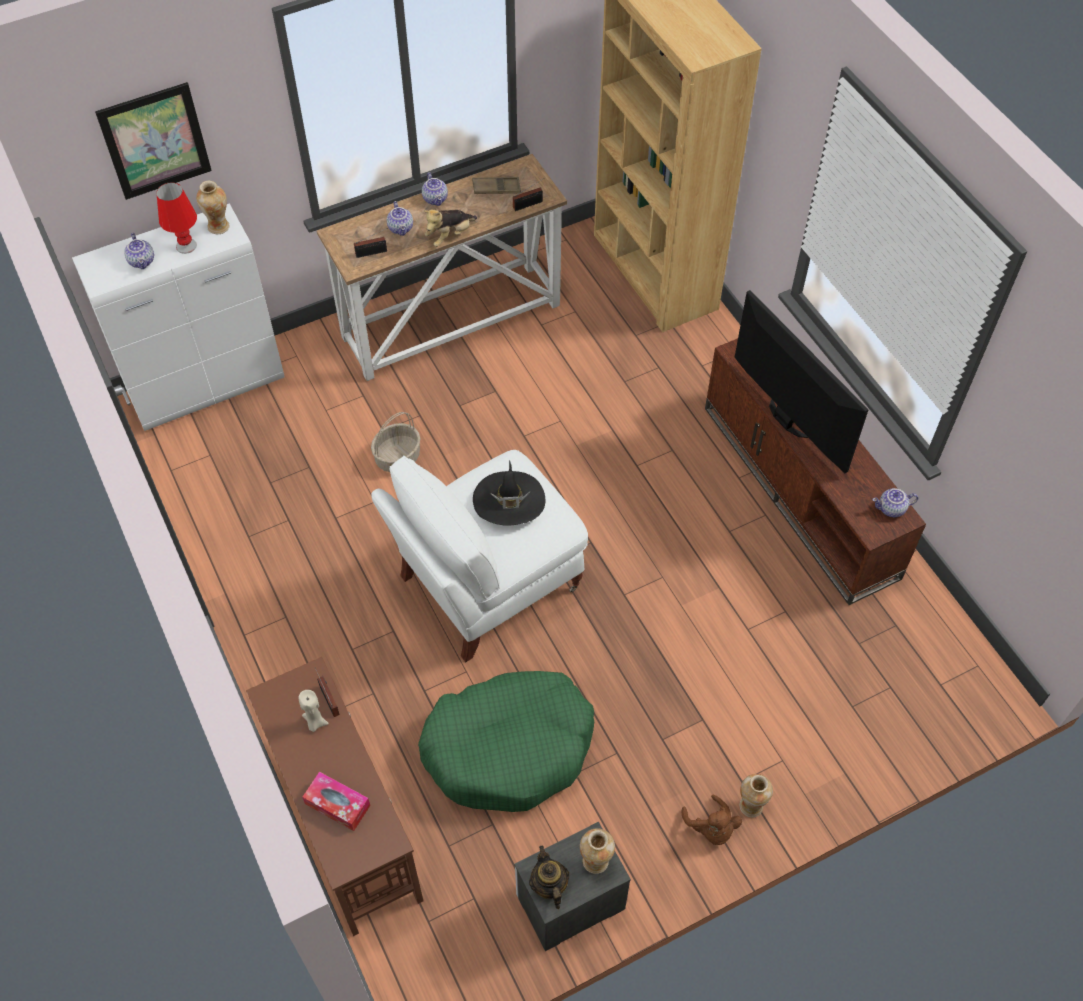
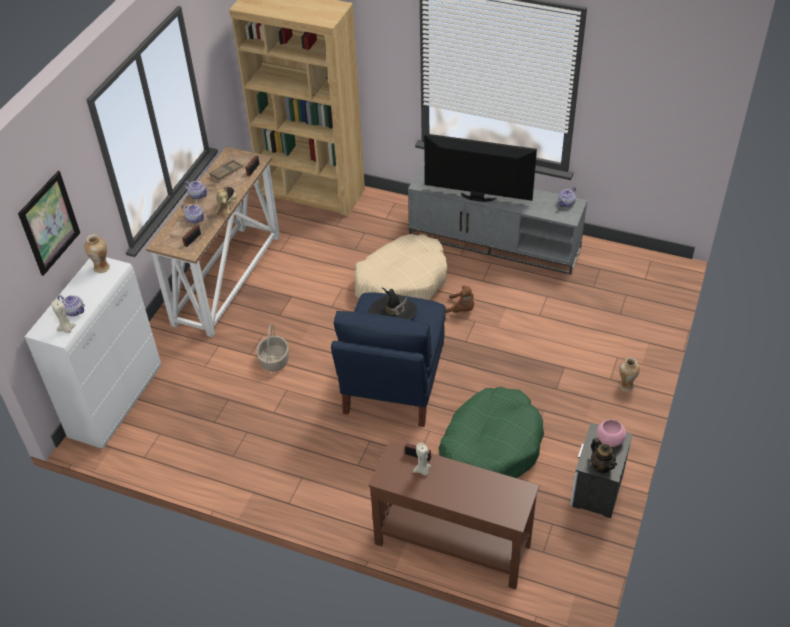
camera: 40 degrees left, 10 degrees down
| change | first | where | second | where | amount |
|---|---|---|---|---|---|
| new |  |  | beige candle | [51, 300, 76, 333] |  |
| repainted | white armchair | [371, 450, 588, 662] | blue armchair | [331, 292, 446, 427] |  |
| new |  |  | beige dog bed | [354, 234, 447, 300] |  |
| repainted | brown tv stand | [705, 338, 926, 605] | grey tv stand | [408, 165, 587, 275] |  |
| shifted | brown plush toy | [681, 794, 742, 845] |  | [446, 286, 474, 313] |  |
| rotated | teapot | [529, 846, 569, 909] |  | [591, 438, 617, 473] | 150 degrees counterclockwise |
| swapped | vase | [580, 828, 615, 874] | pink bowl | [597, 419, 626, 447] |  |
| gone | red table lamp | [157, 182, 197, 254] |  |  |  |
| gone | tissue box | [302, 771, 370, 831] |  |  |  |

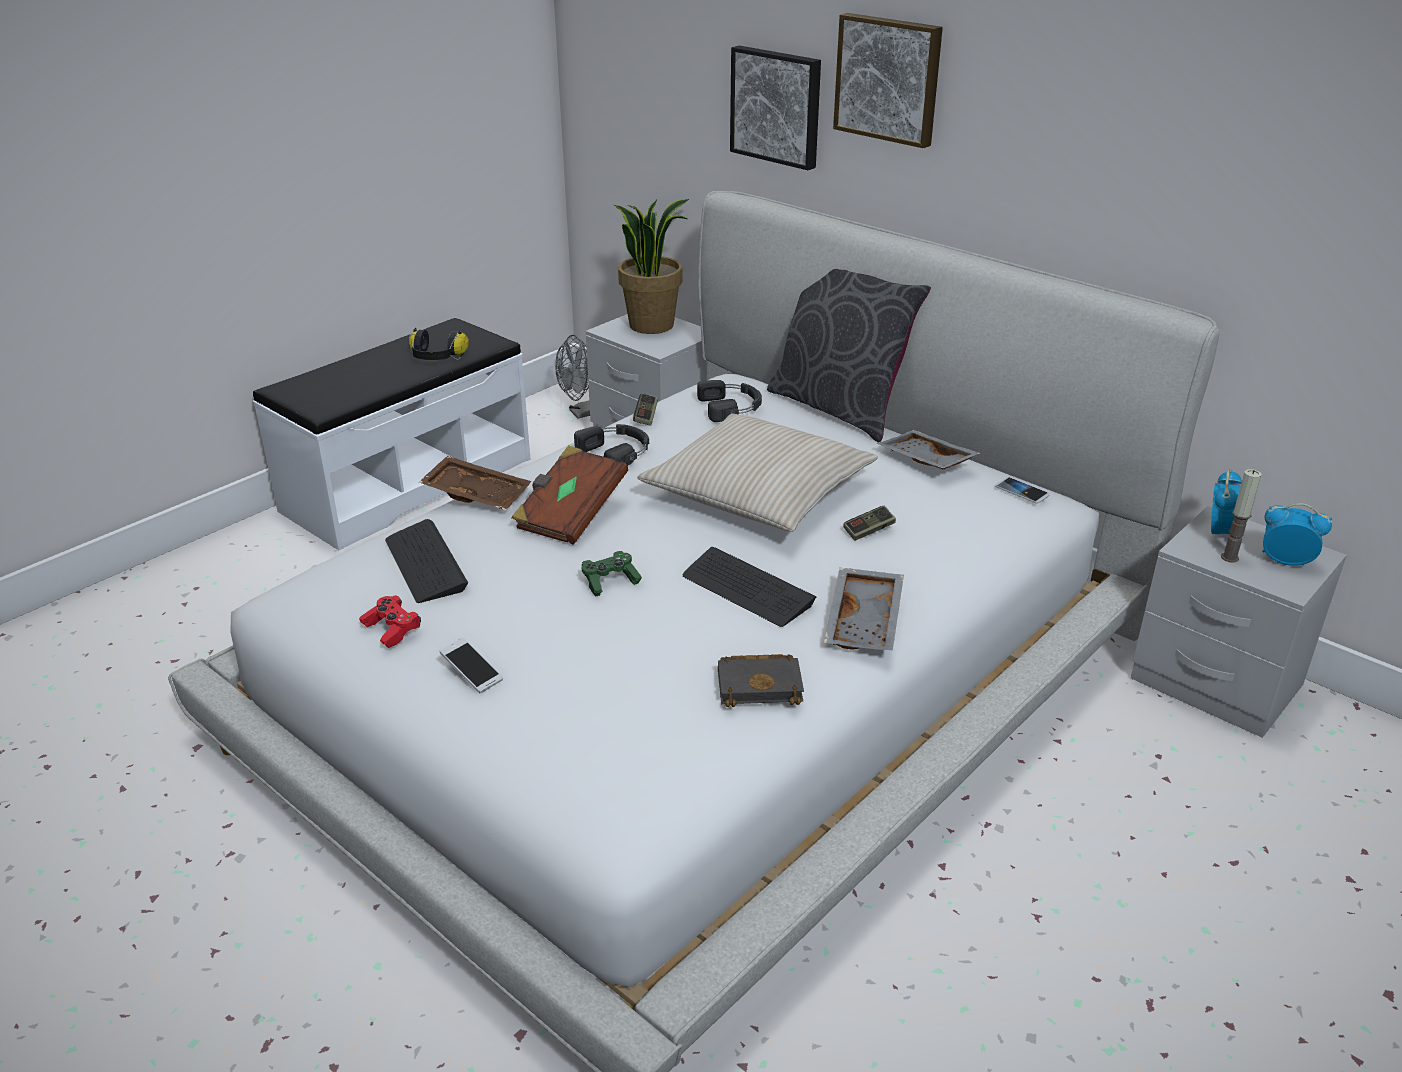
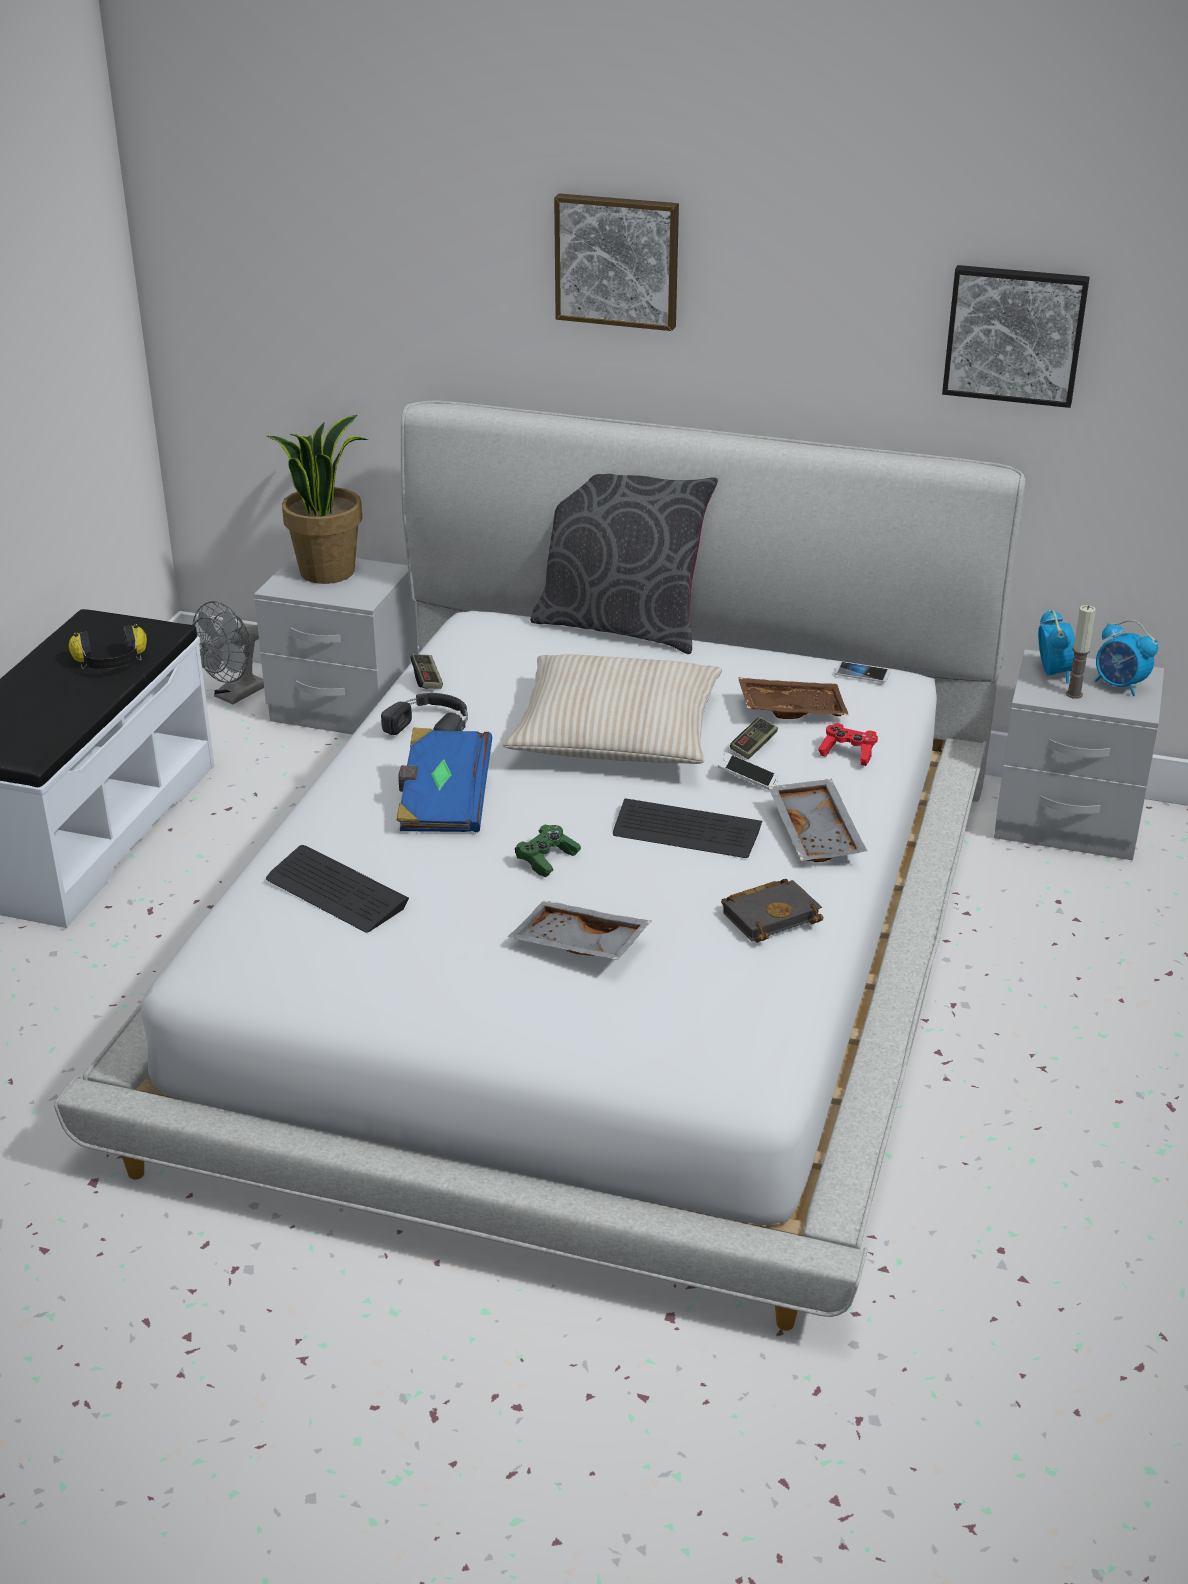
camera: 25 degrees left, 0 degrees up
| change | first | where | second | where | amount |
|---|---|---|---|---|---|
| repainted | brown book | [511, 445, 628, 545] | blue book | [396, 728, 492, 832] |  |
| shifted | grey tray | [876, 430, 980, 469] |  | [507, 901, 651, 960] |  |
| shifted | phone | [440, 638, 503, 693] |  | [718, 752, 779, 790] |  |
| shifted | brown tray | [419, 456, 532, 510] |  | [738, 677, 849, 719] |  |
| shifted | red game controller | [359, 595, 421, 648] |  | [818, 723, 878, 766] |  |
| shifted | picture | [730, 46, 821, 170] |  | [942, 265, 1090, 408] |  |
| rotated | alarm clock | [1262, 503, 1332, 566] |  | [1095, 620, 1158, 696] | 135 degrees counterclockwise |
| gone | black headphones | [697, 380, 762, 422] |  |  |  |

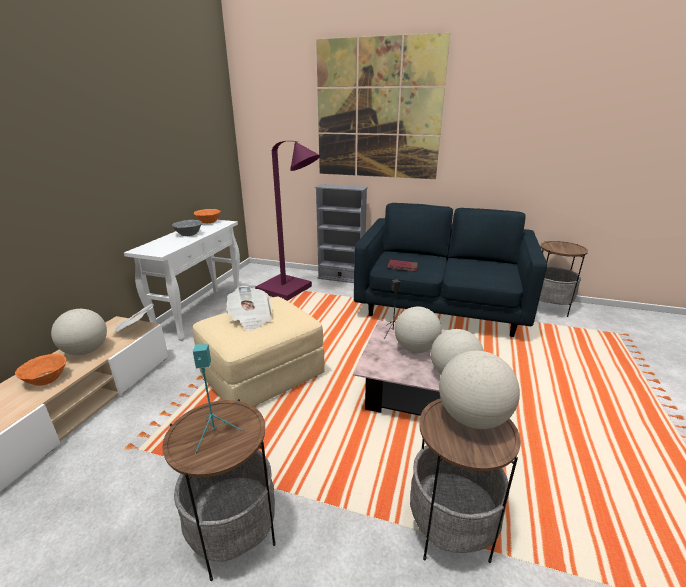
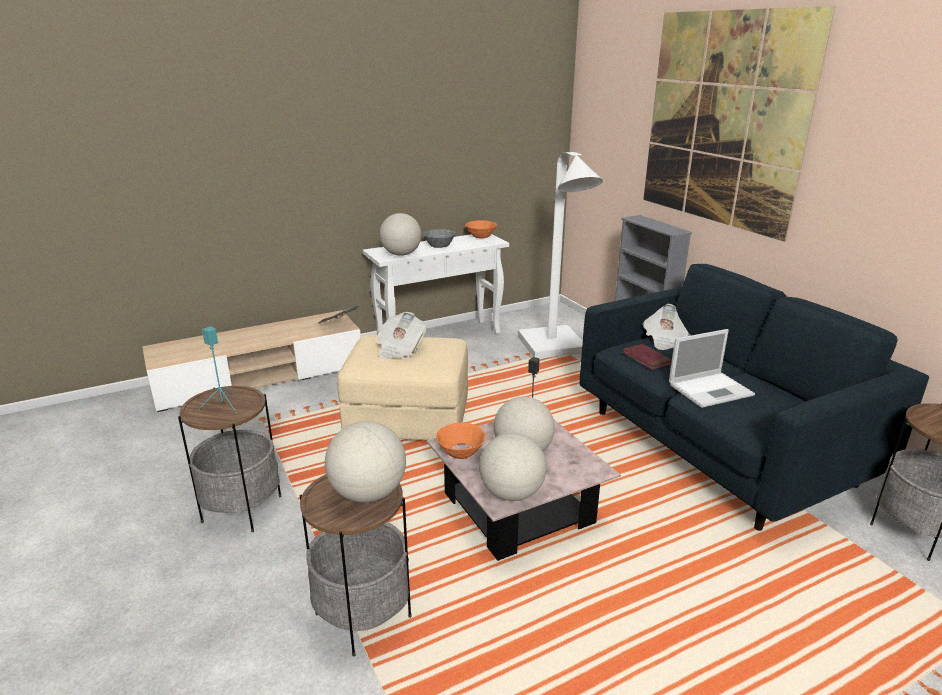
camera: 45 degrees right, 0 degrees up
| change | first | where | second | where | amount |
|---|---|---|---|---|---|
| shifted | globe | [51, 309, 107, 355] |  | [380, 213, 421, 256] |  |
| shifted | orange bowl | [15, 354, 66, 386] |  | [436, 422, 486, 459] |  |
| repainted | purple floor lamp | [255, 141, 320, 301] | white floor lamp | [518, 152, 603, 358] |  |
| new |  |  | newspaper | [643, 304, 691, 350] |  |
| new |  |  | laptop | [669, 329, 755, 408] |  |

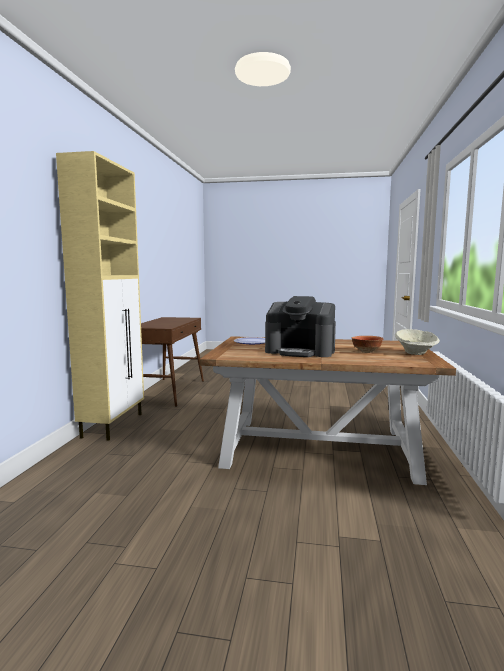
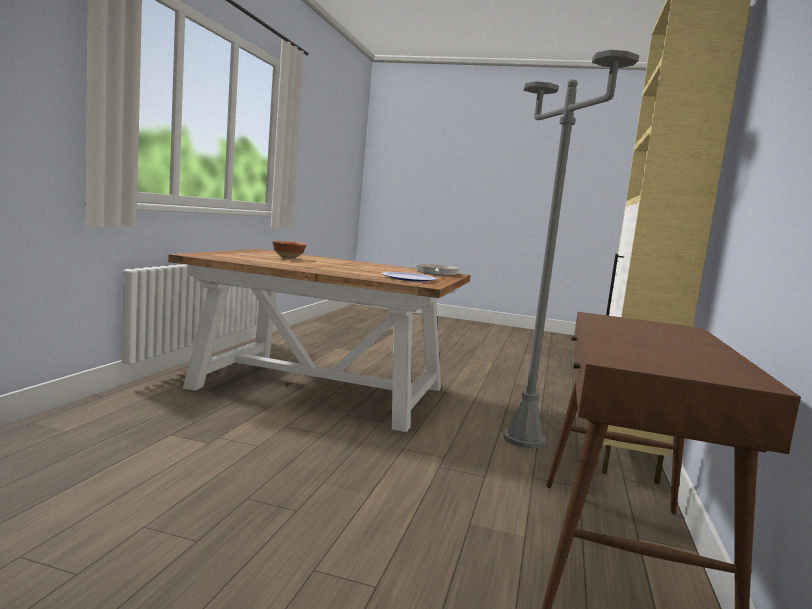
camera: 175 degrees left, 0 degrees up
| change | first | where | second | where | amount |
|---|---|---|---|---|---|
| new |  |  | frying pan | [415, 263, 460, 276] |  |
| new |  |  | grey floor lamp | [503, 50, 639, 449] |  |
| gone | coffee machine | [265, 296, 336, 357] |  |  |  |
| gone | beige bowl | [395, 329, 440, 355] |  |  |  |

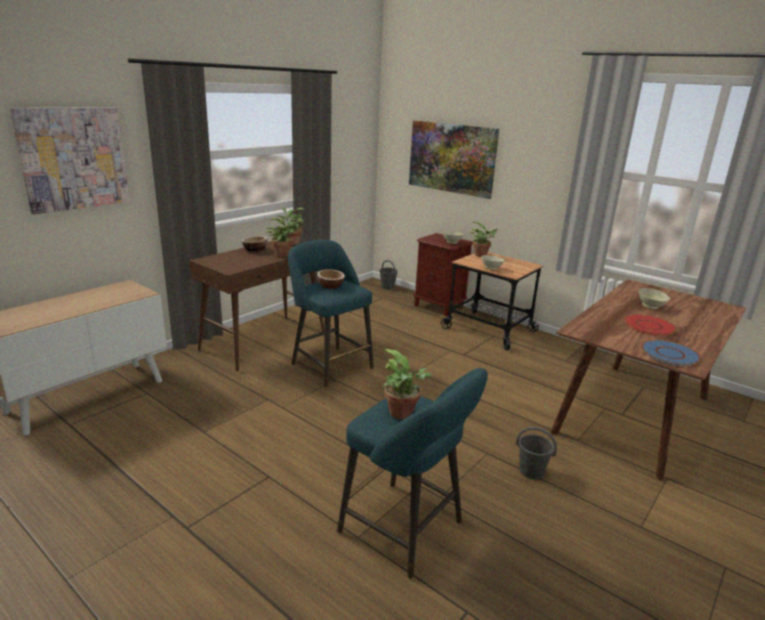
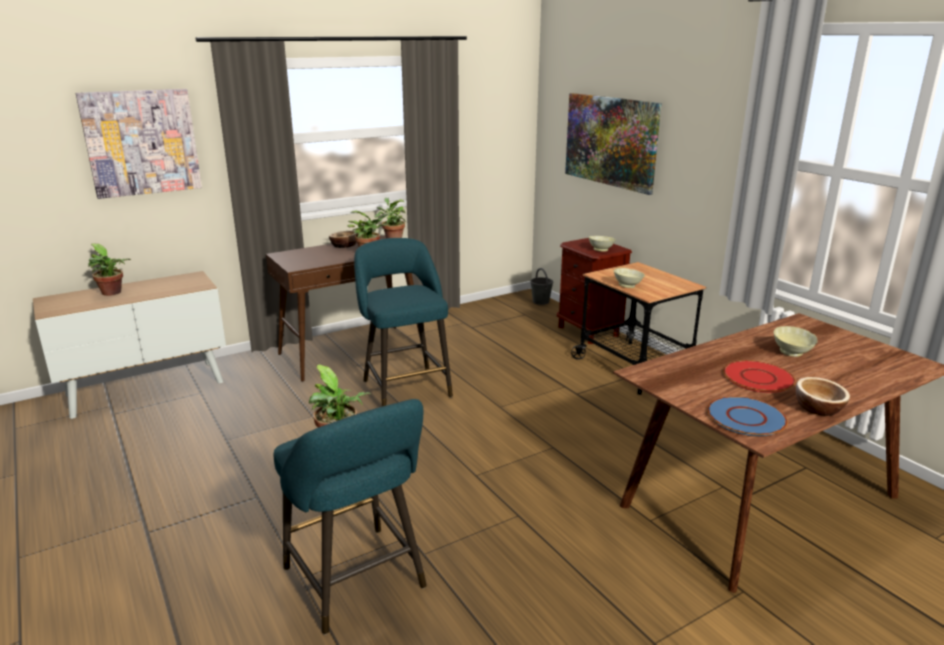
camera: 20 degrees right, 0 degrees up
| change | first | where | second | where | amount |
|---|---|---|---|---|---|
| shifted | potted plant | [470, 222, 500, 257] |  | [88, 243, 131, 296] |  |
| shifted | bowl | [317, 269, 345, 289] |  | [796, 377, 850, 416] |  |
| gone | grey bucket | [516, 427, 557, 479] |  |  |  |

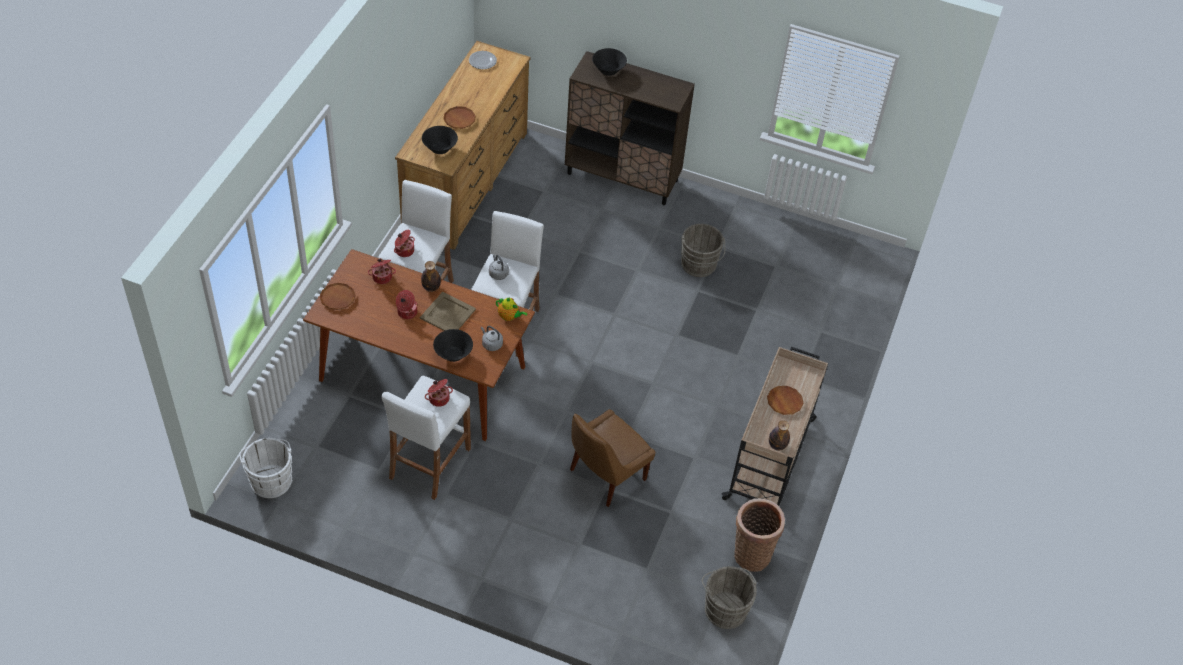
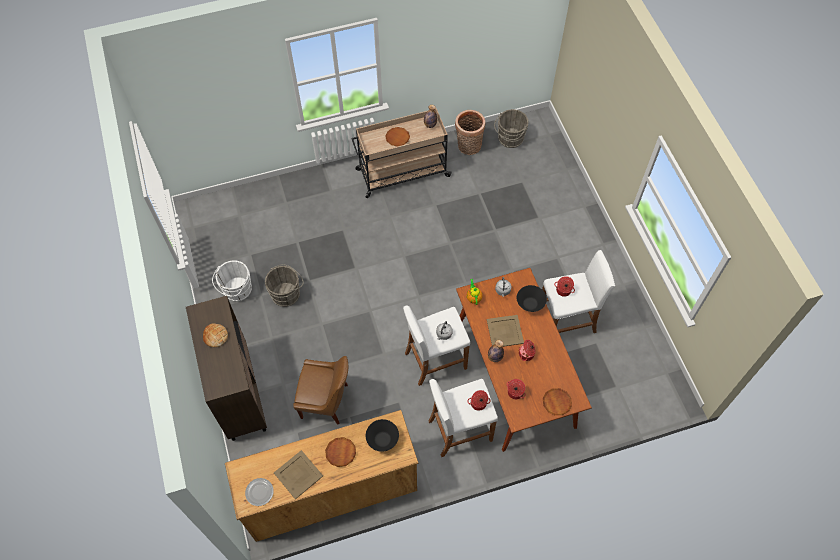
camera: 125 degrees left, 10 degrees up
| change | first | where | second | where | amount |
|---|---|---|---|---|---|
| new |  |  | bread | [203, 323, 228, 347] |  |
| shifted | white bucket | [239, 438, 293, 498] |  | [212, 260, 252, 301] |  |
| new |  |  | beige tray | [274, 450, 323, 499] |  |
| shifted | brown chair | [570, 409, 656, 507] |  | [293, 356, 348, 425] |  |
| gone | black bowl | [592, 48, 627, 76] |  |  |  |

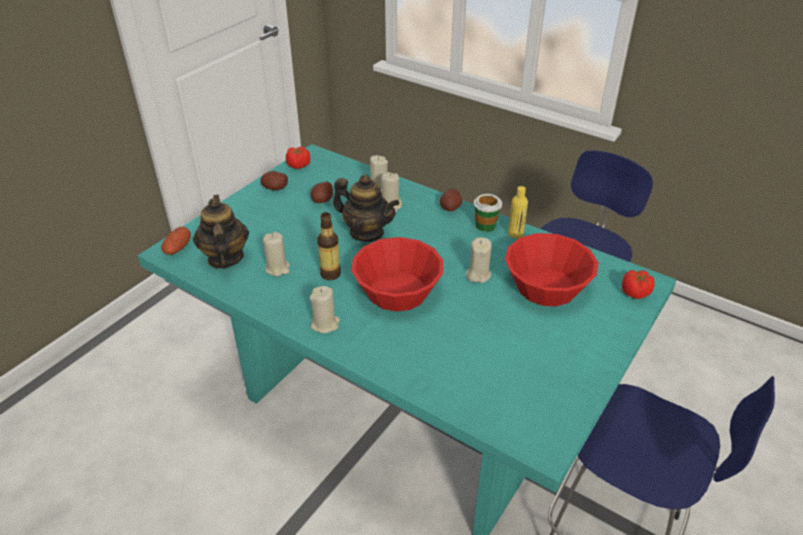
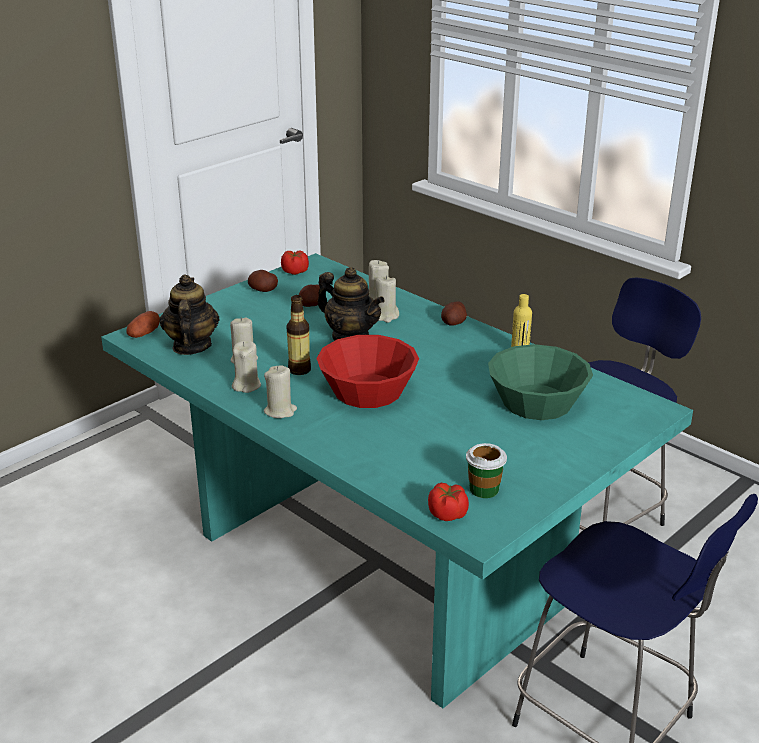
camera: 10 degrees right, 10 degrees down
| change | first | where | second | where | amount |
|---|---|---|---|---|---|
| shifted | beige candle | [466, 238, 492, 283] |  | [232, 340, 261, 393] |  |
| shifted | tomato | [622, 270, 654, 299] |  | [428, 483, 469, 521] |  |
| shifted | cup | [474, 194, 502, 232] |  | [466, 443, 507, 498] |  |
| repainted | red bowl | [505, 233, 598, 306] | green bowl | [488, 344, 593, 420] |  |

